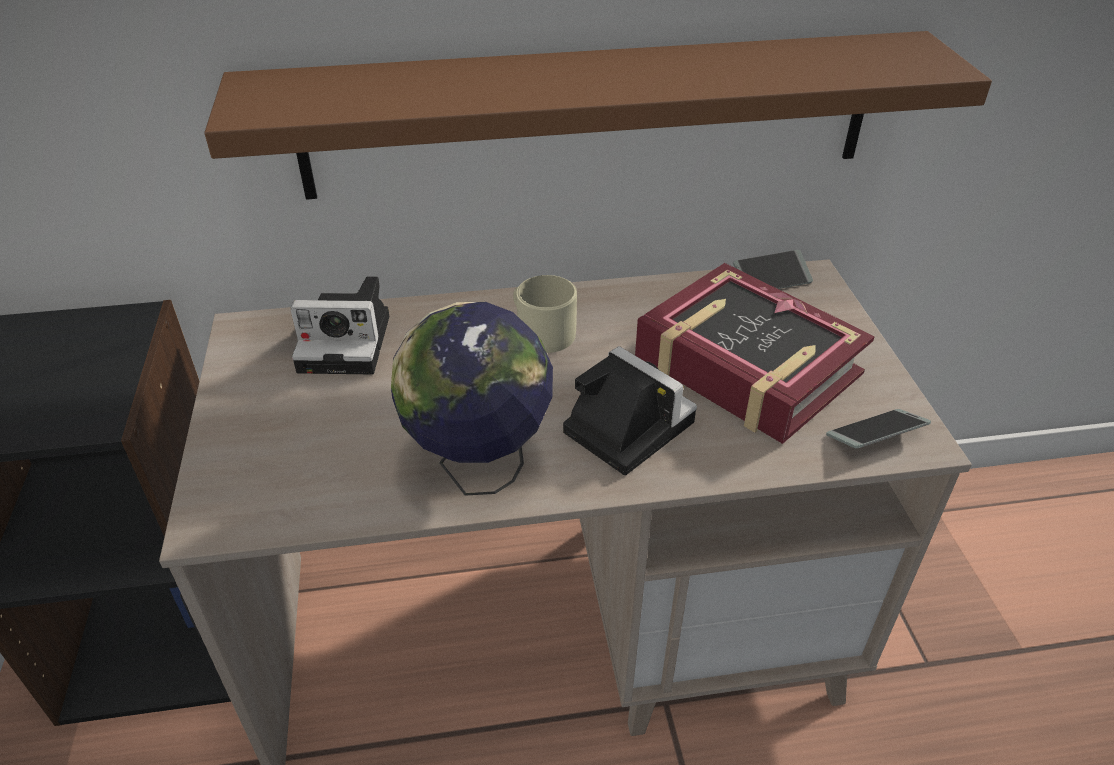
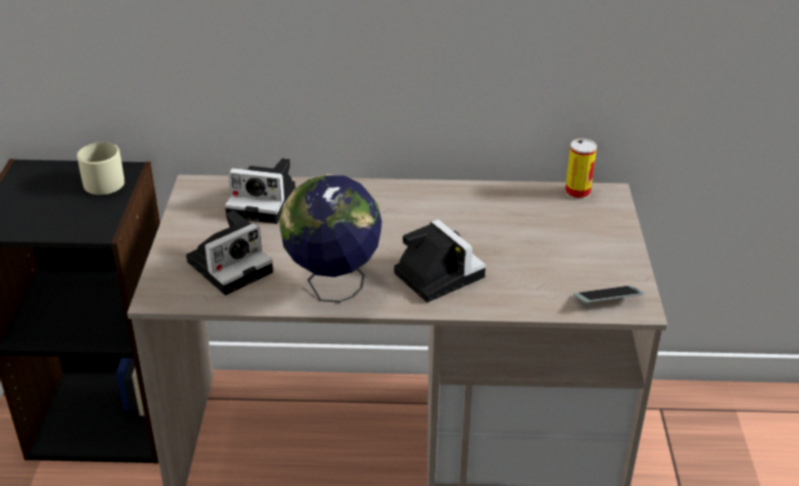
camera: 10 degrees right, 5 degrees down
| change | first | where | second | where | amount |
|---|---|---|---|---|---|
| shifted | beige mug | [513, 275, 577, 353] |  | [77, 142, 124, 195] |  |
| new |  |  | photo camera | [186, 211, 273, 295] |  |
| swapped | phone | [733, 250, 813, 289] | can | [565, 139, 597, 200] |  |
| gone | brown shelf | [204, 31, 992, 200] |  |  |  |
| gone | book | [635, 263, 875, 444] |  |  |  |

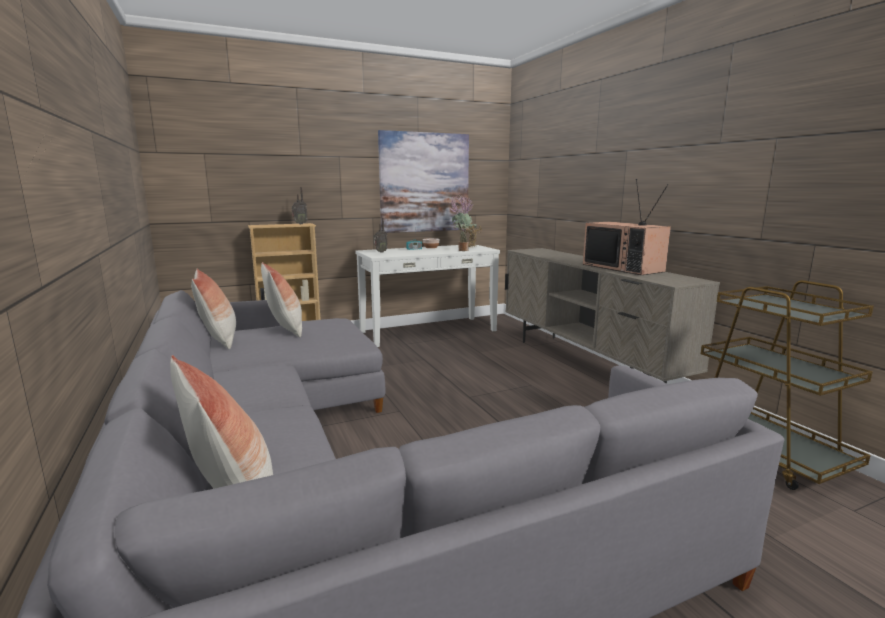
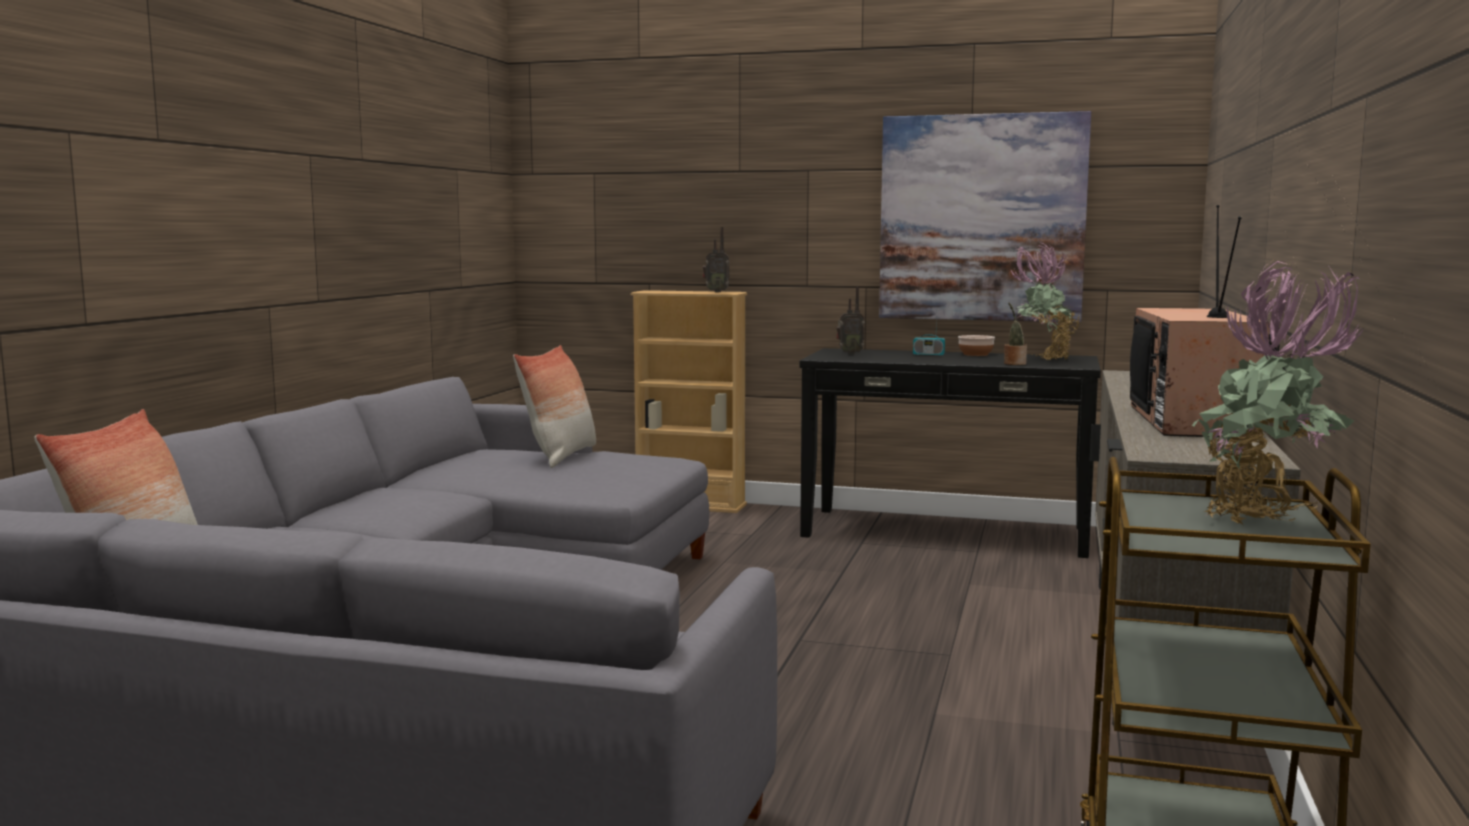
camera: 40 degrees right, 5 degrees down
| change | first | where | second | where | amount |
|---|---|---|---|---|---|
| repainted | white console table | [355, 244, 500, 347] | black console table | [800, 348, 1101, 558] |  |
| new |  |  | potted plant | [1192, 260, 1363, 525] |  |
| gone | pillow | [191, 268, 236, 349] |  |  |  |

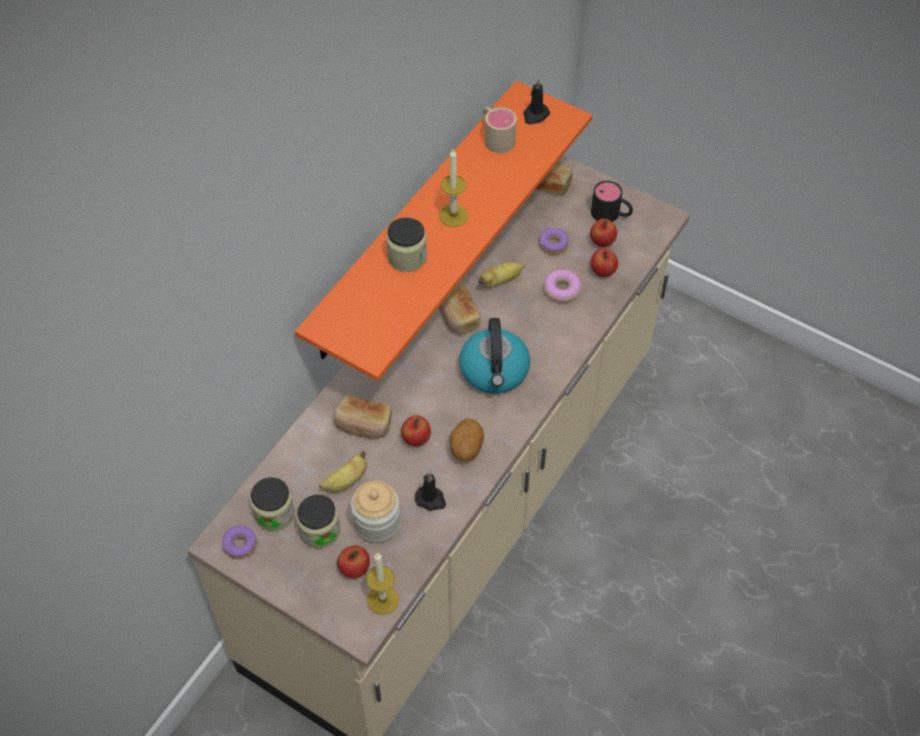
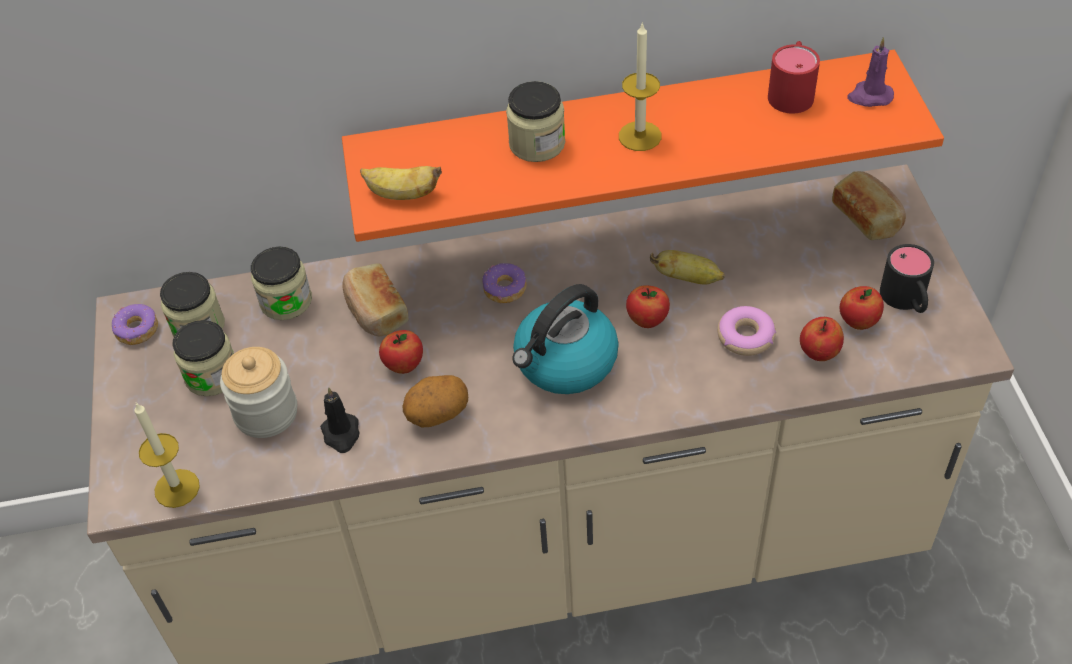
camera: 50 degrees right, 5 degrees down
| change | first | where | second | where | amount |
|---|---|---|---|---|---|
| new |  |  | jar | [251, 247, 312, 320] |  |
| shifted | banana | [319, 450, 367, 492] |  | [360, 166, 442, 200] |  |
| shifted | donut | [539, 228, 569, 255] |  | [482, 263, 527, 303] |  |
| shifted | apple | [337, 545, 370, 578] |  | [626, 285, 670, 328] |  |
| repainted | beige mug | [483, 107, 517, 153] | red mug | [768, 41, 820, 114] |  |
| repainted | black candle | [523, 79, 550, 124] | purple candle | [847, 37, 894, 107] |  |
| gone | bread | [439, 283, 481, 334] |  |  |  |

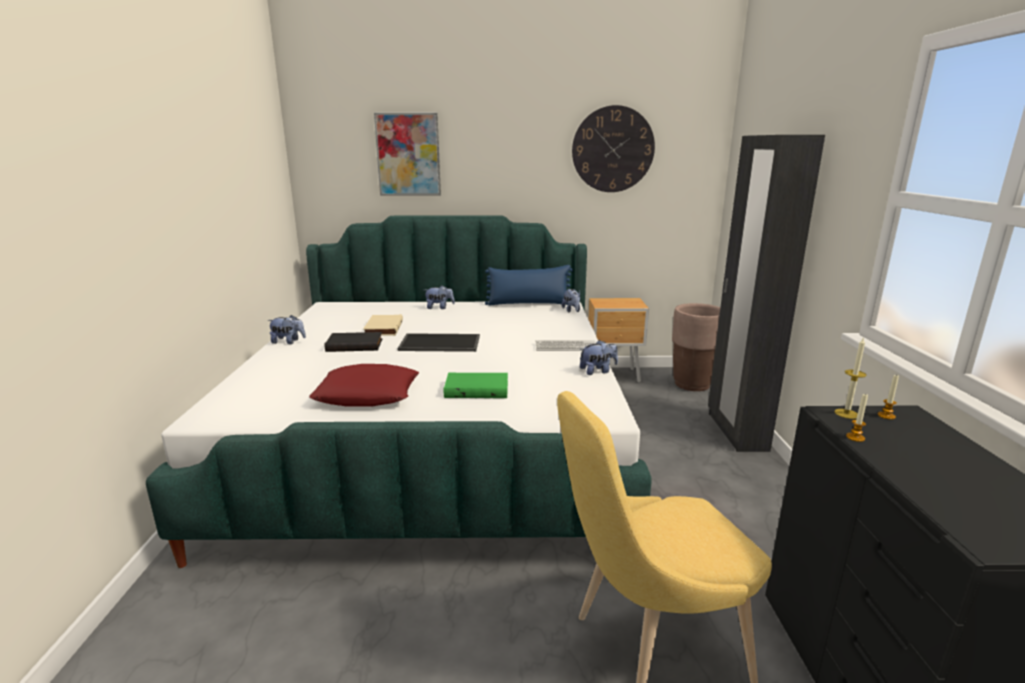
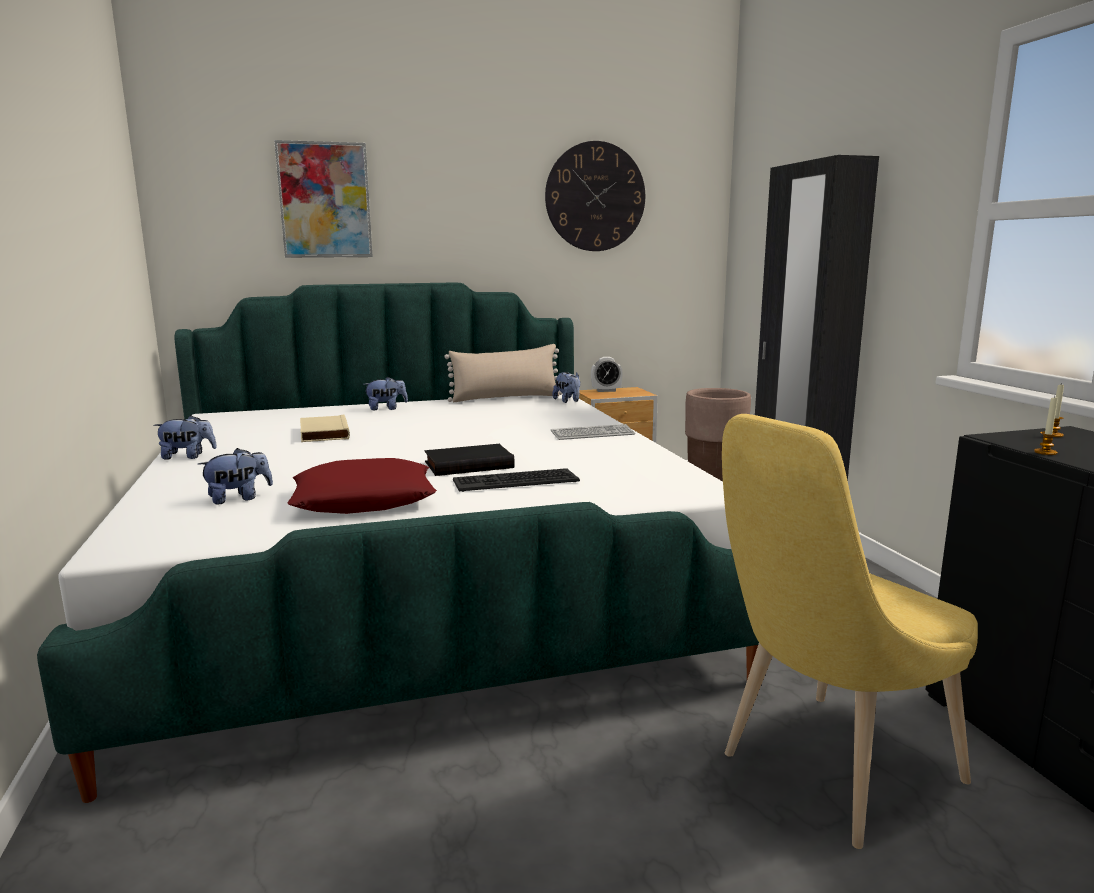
camera: 15 degrees left, 5 degrees down
| change | first | where | second | where | amount |
|---|---|---|---|---|---|
| shifted | plush toy | [579, 340, 618, 375] |  | [198, 448, 273, 504] |  |
| shifted | black book | [325, 332, 383, 352] |  | [424, 444, 515, 476] |  |
| repainted | blue pillow | [485, 265, 573, 305] | beige pillow | [444, 344, 562, 402] |  |
| swapped | green book | [444, 373, 508, 398] | keyboard | [453, 468, 580, 492] |  |
| new |  |  | alarm clock | [591, 357, 623, 392] |  |
| gone | tray | [397, 333, 480, 352] |  |  |  |
| gone | candle | [835, 337, 867, 419] |  |  |  |

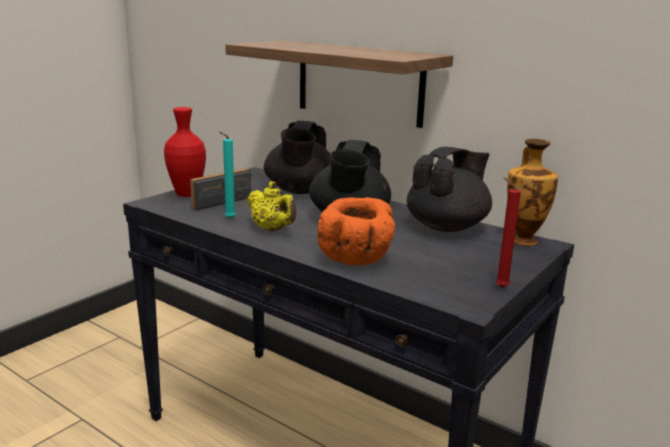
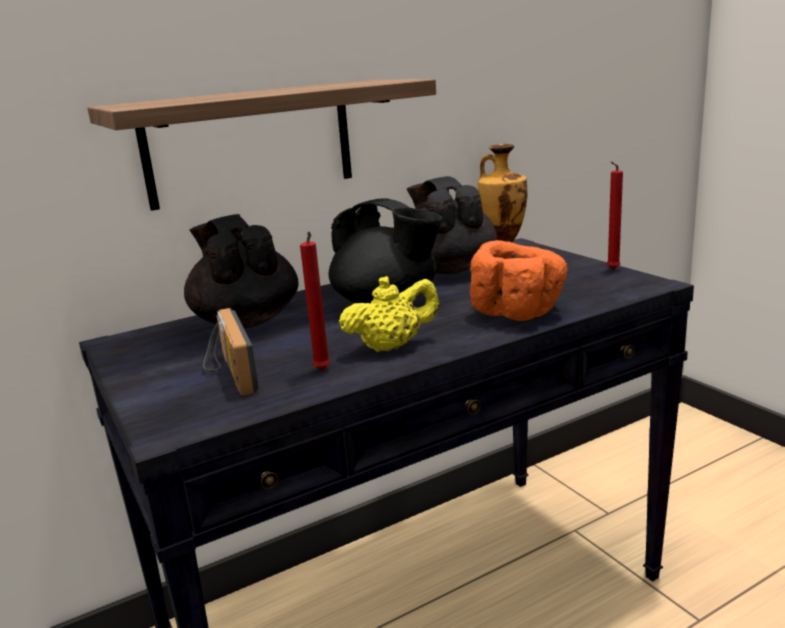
camera: 65 degrees left, 0 degrees up
| change | first | where | second | where | amount |
|---|---|---|---|---|---|
| rotated | black teapot | [264, 121, 331, 194] |  | [184, 214, 298, 329] | 150 degrees counterclockwise |
| repainted | turquoise candle | [219, 132, 236, 219] | red candle | [300, 232, 331, 370] |  |
| gone | red vase | [164, 107, 206, 197] |  |  |  |

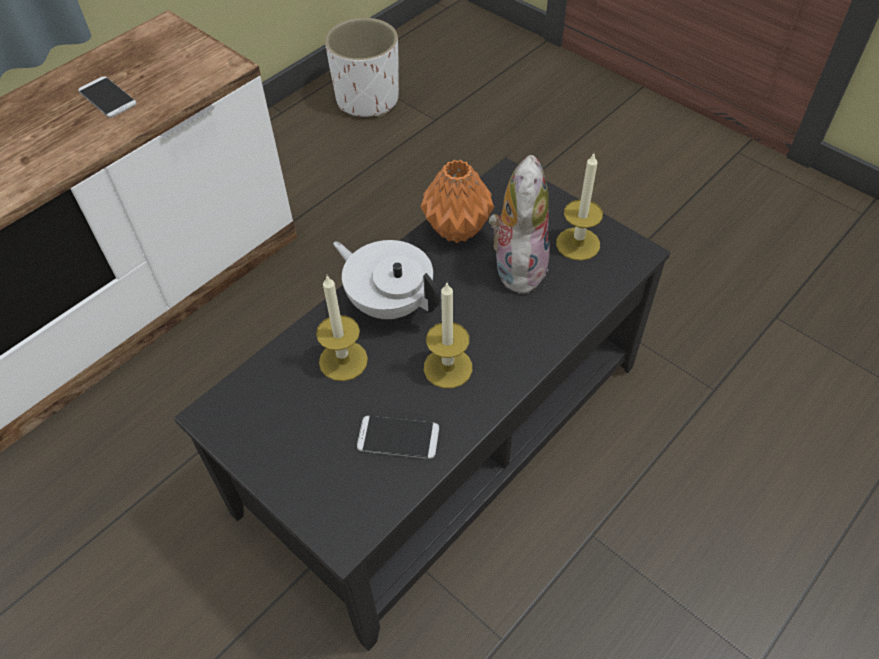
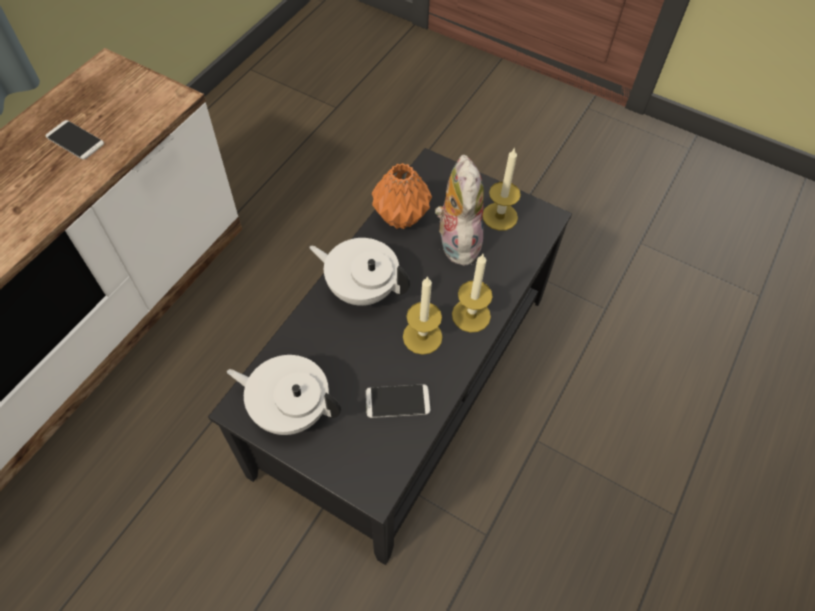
camera: 15 degrees left, 5 degrees up
| change | first | where | second | where | amount |
|---|---|---|---|---|---|
| new |  |  | white teapot | [227, 355, 341, 435] |  |
| shifted | candle | [316, 274, 368, 381] |  | [452, 254, 493, 332] |  |
| gone | white planter | [325, 18, 399, 117] |  |  |  |

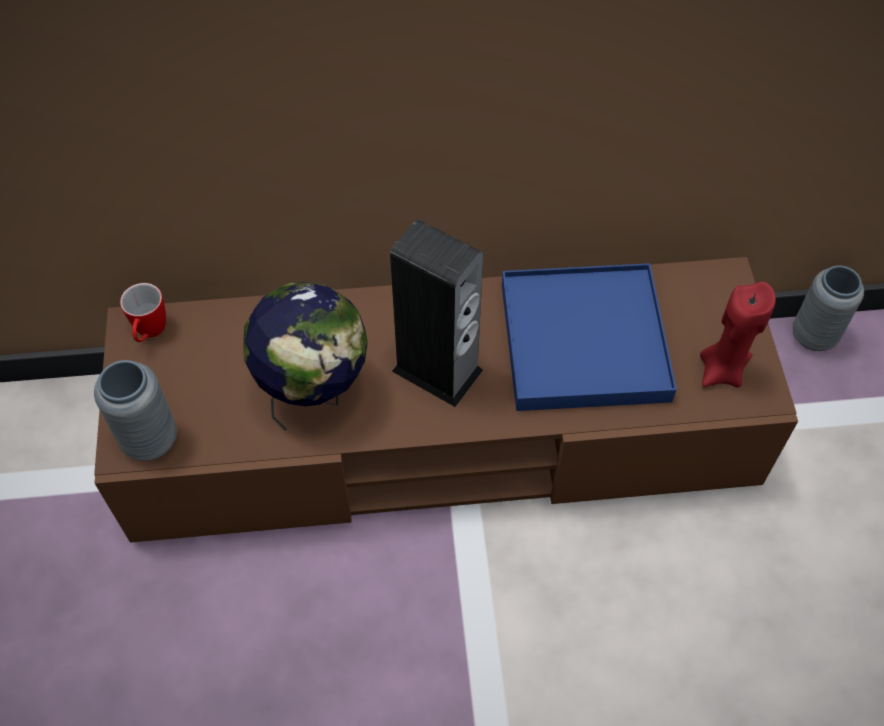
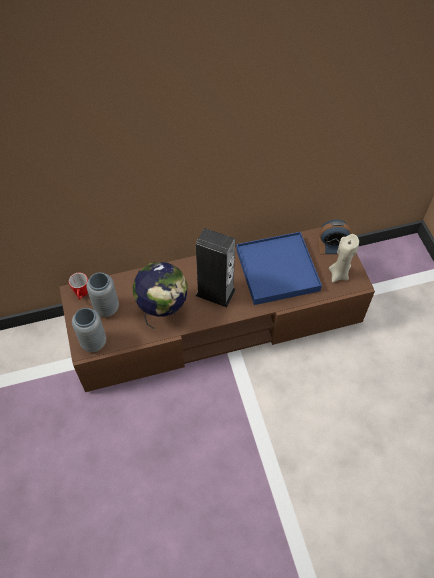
camera: 10 degrees left, 0 degrees up
| change | first | where | second | where | amount |
|---|---|---|---|---|---|
| shifted | grey vase | [793, 265, 864, 351] |  | [86, 272, 119, 317] |  |
| new |  |  | alarm clock | [318, 220, 351, 254] |  |
| repainted | red candle | [700, 282, 776, 388] | beige candle | [329, 234, 359, 282] |  |

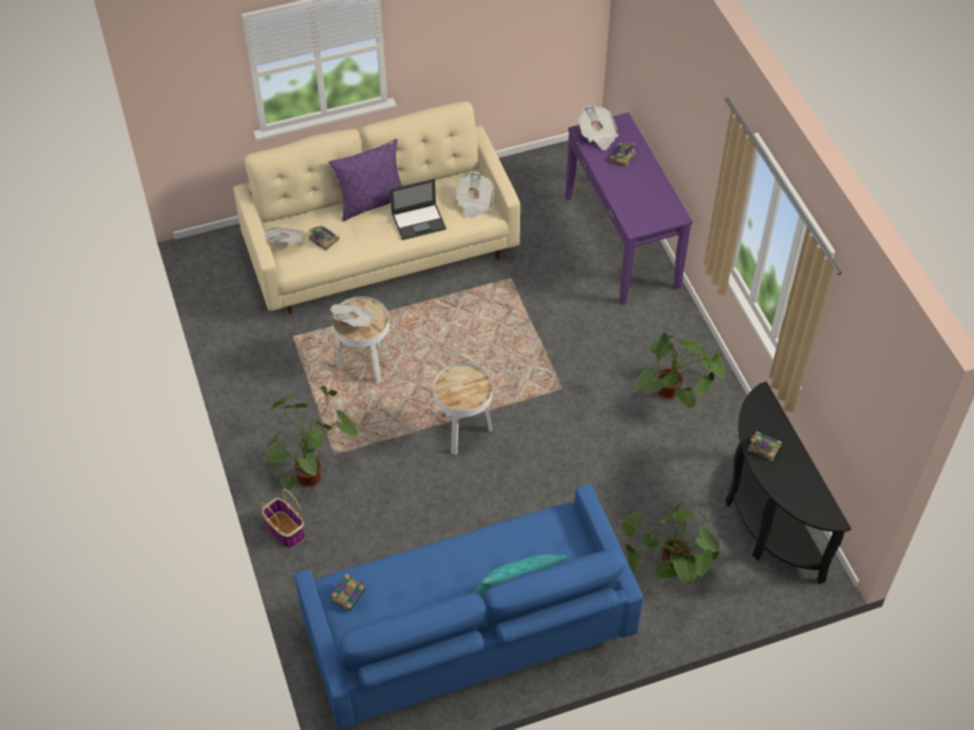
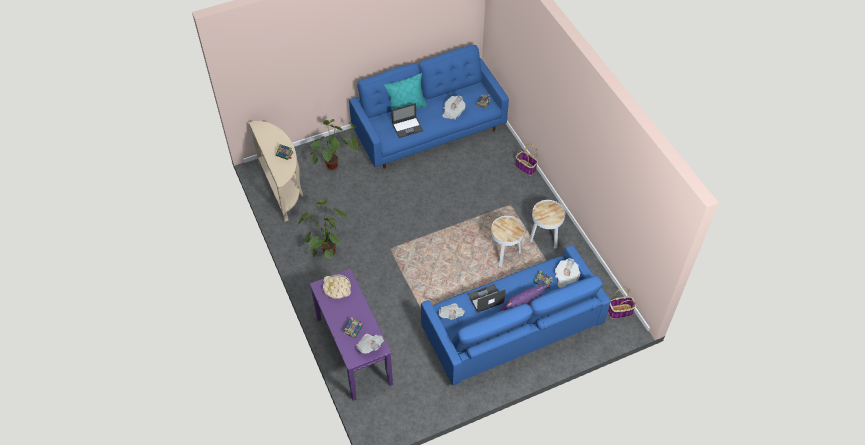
camera: 175 degrees right, 0 degrees up
| change | first | where | second | where | amount |
|---|---|---|---|---|---|
| repainted | black console table | [726, 382, 851, 584] | beige console table | [249, 121, 303, 222] |  |
| new |  |  | beige tray | [323, 275, 351, 299] |  |
| new |  |  | laptop | [391, 103, 423, 138] |  |
| repainted | beige sofa | [233, 101, 520, 314] | blue sofa | [421, 245, 611, 385] |  |
| shifted | newspaper | [330, 303, 376, 327] |  | [443, 96, 466, 120] |  |
| shifted | white side table | [434, 363, 493, 455] |  | [529, 200, 565, 249] |  |
| new |  |  | basket | [608, 288, 636, 319] |  |
| gone | potted plant | [263, 386, 360, 491] |  |  |  |

